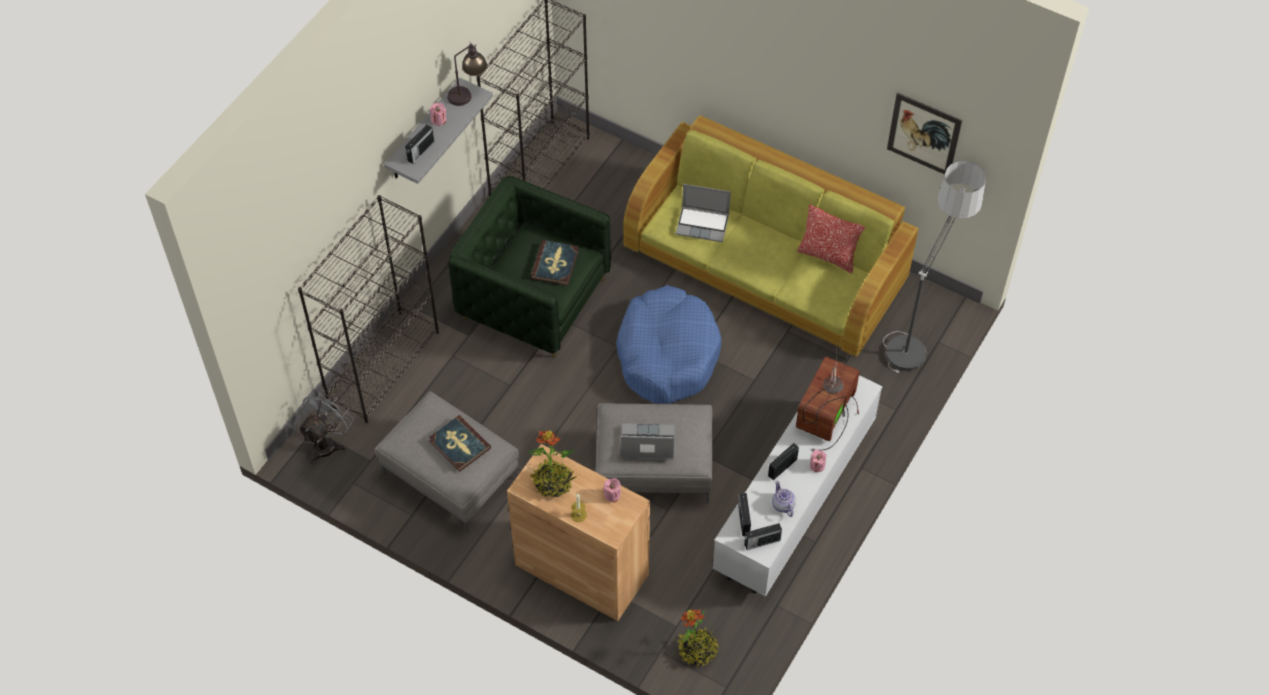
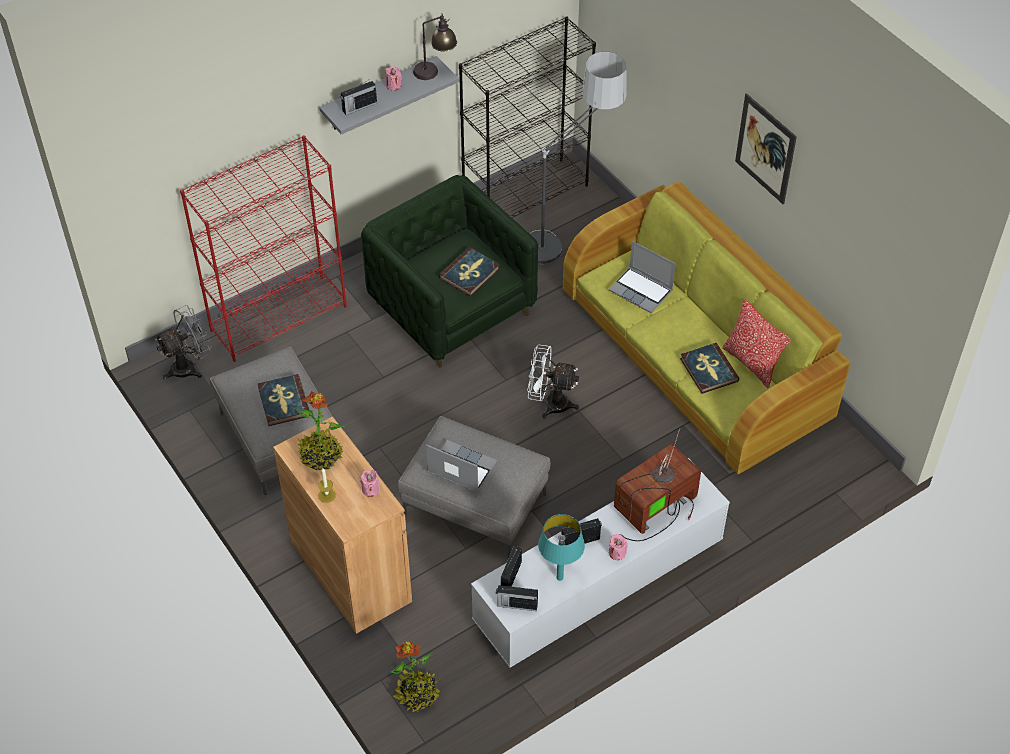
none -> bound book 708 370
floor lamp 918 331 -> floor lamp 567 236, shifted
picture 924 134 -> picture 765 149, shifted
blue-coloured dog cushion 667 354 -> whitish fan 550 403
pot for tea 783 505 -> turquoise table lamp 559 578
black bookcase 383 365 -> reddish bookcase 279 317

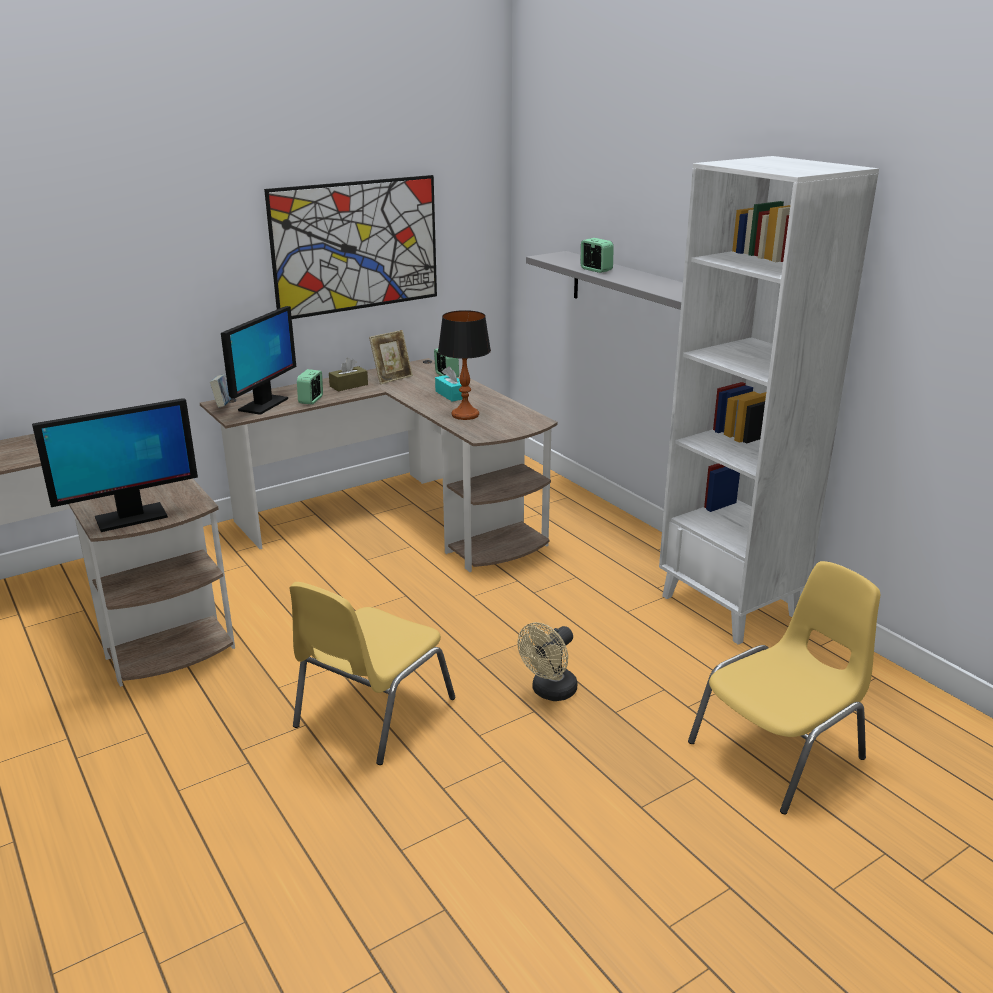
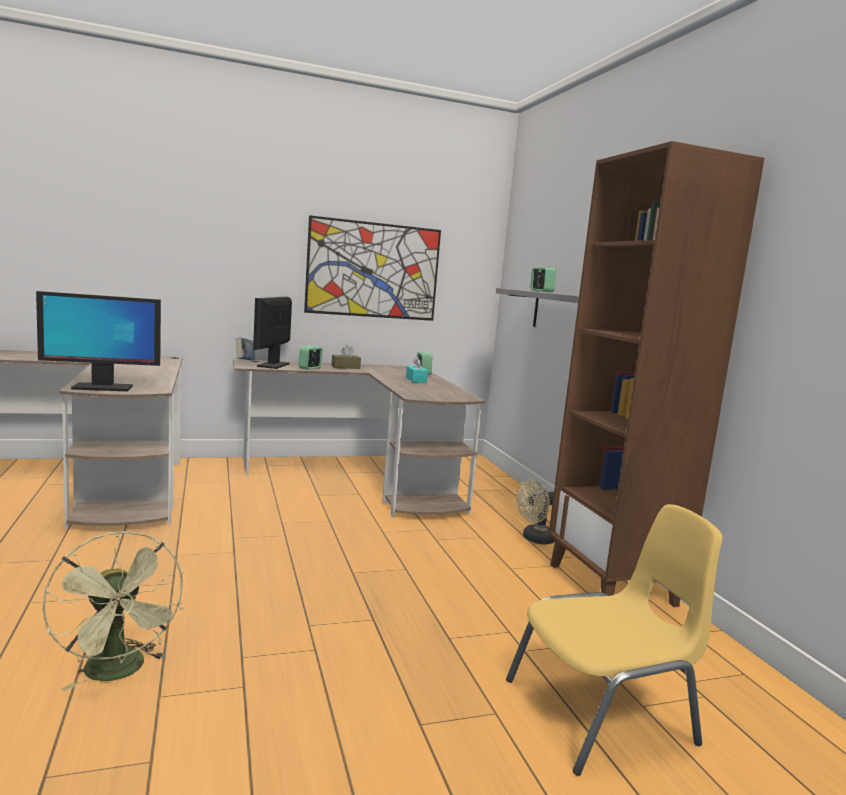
yellow-coloured upright chair 371 713 -> none
standing frame 392 378 -> none
table lamp 465 415 -> none
none -> green-coloured fan 119 672
sand-coloured fan 550 692 -> sand-coloured fan 535 539, shifted
whitish bookcase 731 606 -> brown-coloured bookcase 613 585
computer display 263 405 -> computer display 273 365, 150 degrees clockwise

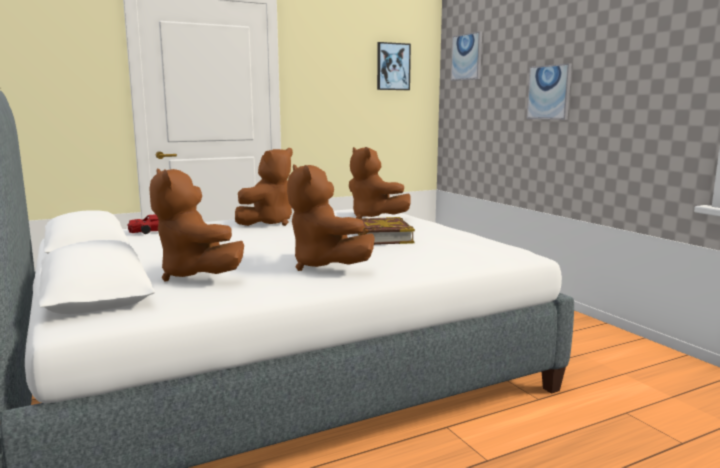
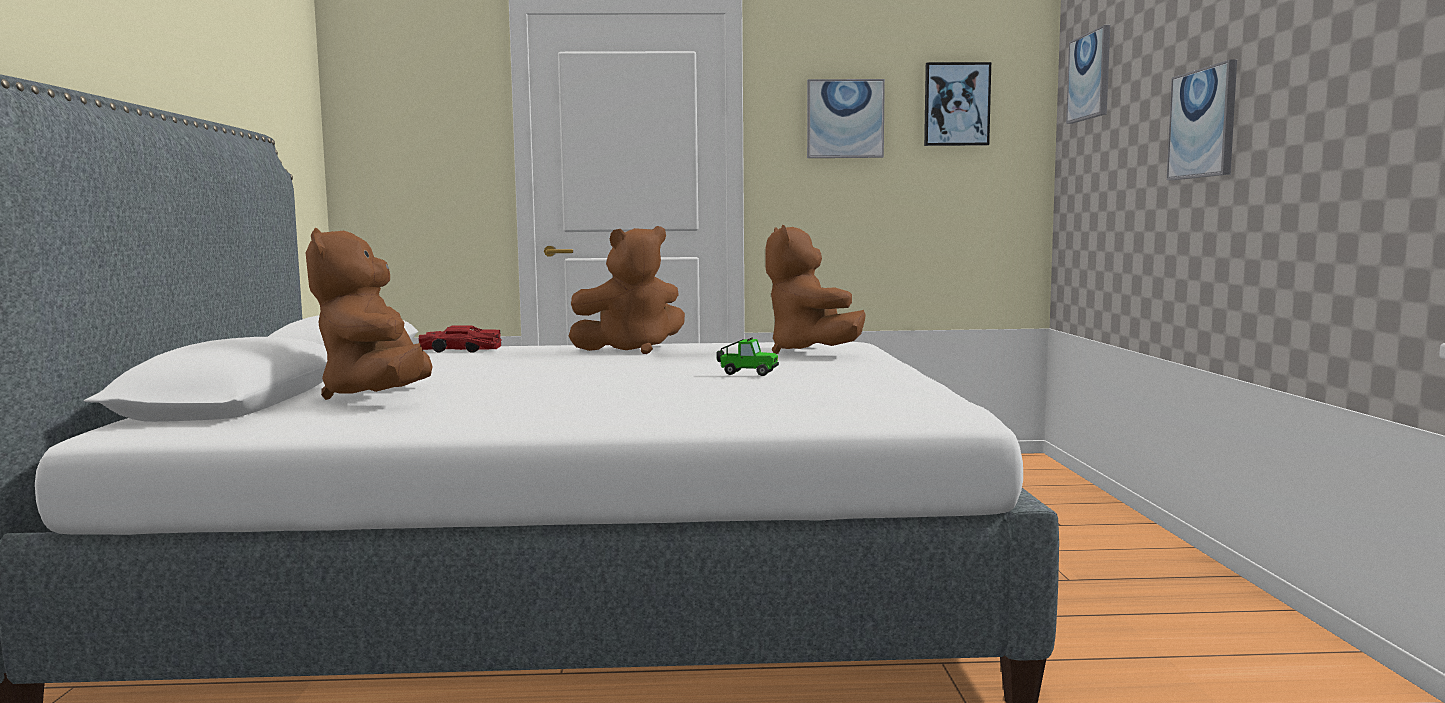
brown-coloured soft toy 325 266 -> none
none -> picture 845 119
bound book 381 237 -> miniature car 746 373

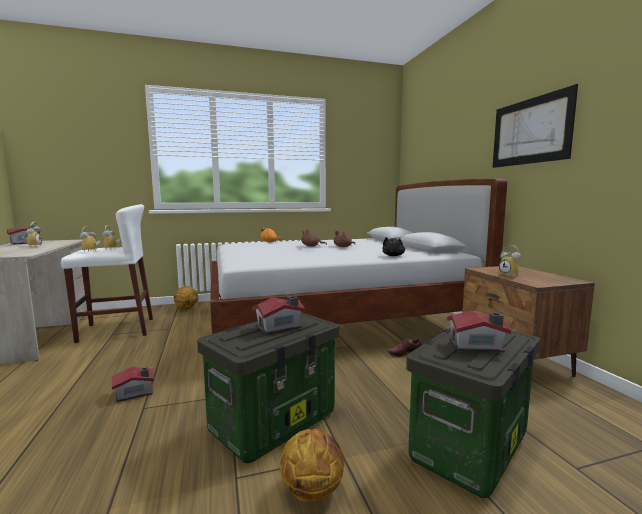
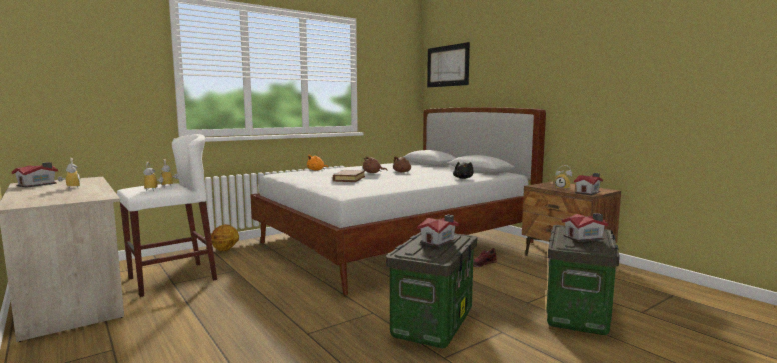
ball for basketball 312 490 -> none
none -> brown-coloured bound book 349 179
miniature house 135 393 -> miniature house 588 192, shifted
picture 530 131 -> picture 447 66, shifted

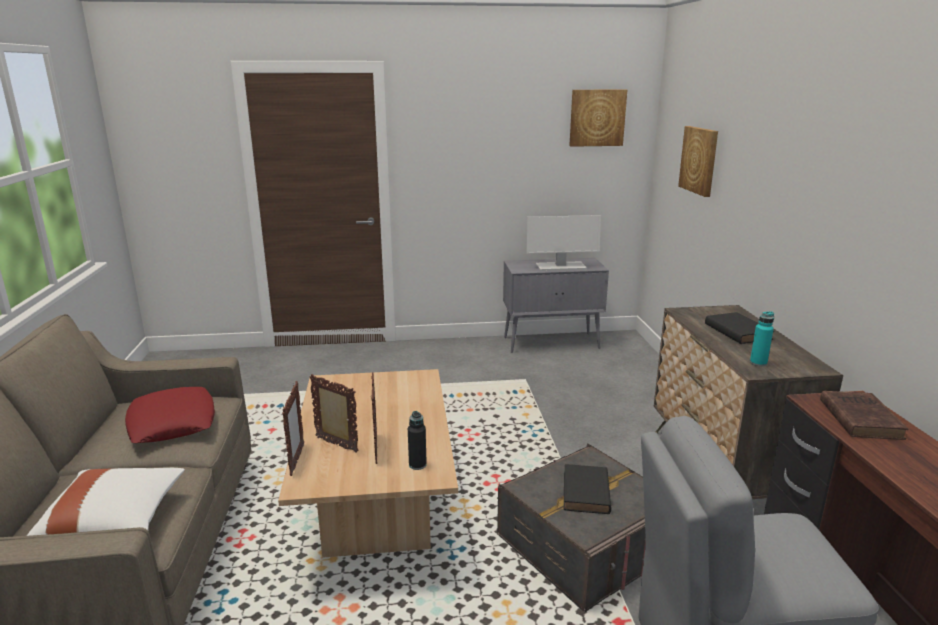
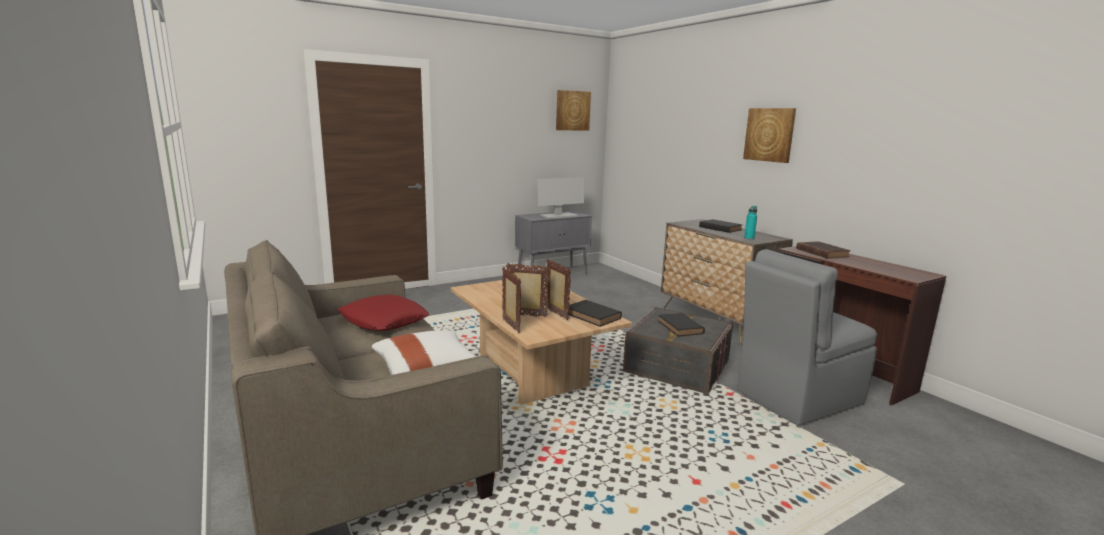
picture 699 160 -> picture 769 135, shifted
black bottle 417 465 -> black bound book 593 316

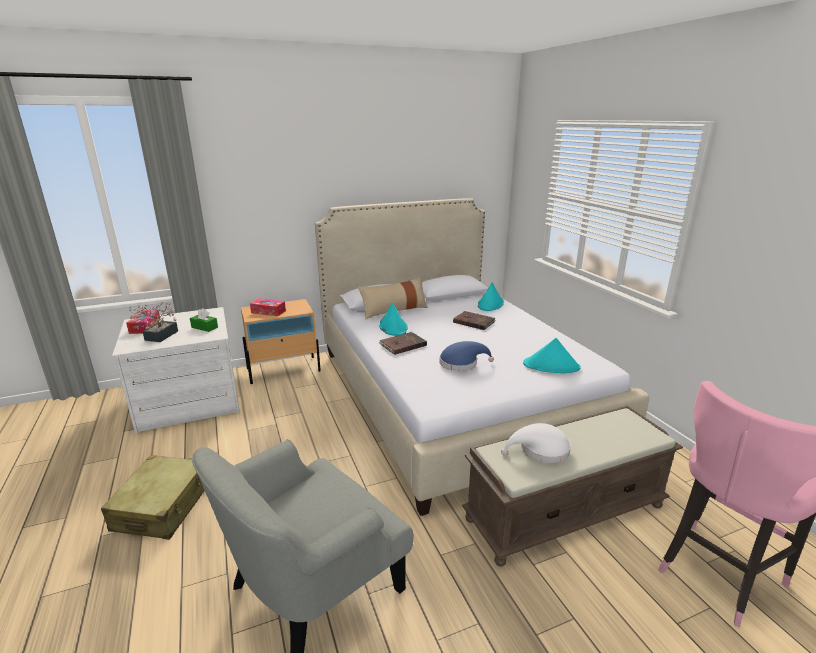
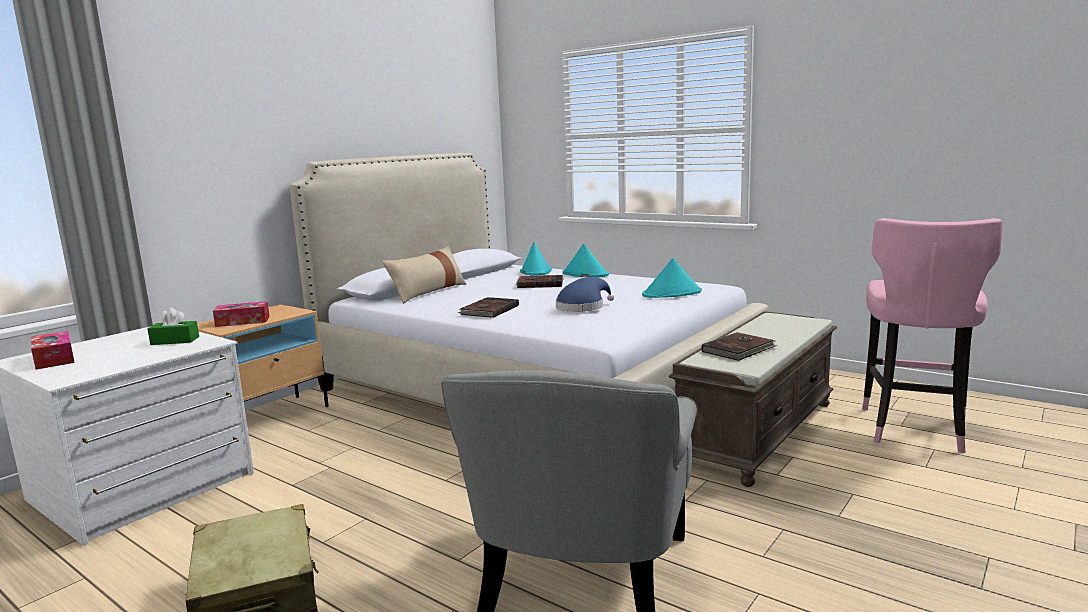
potted plant 158 337 -> none
turquoise clothing hat 393 327 -> turquoise clothing hat 585 274, shifted
whitish clothing hat 540 450 -> brown-coloured bound book 739 349

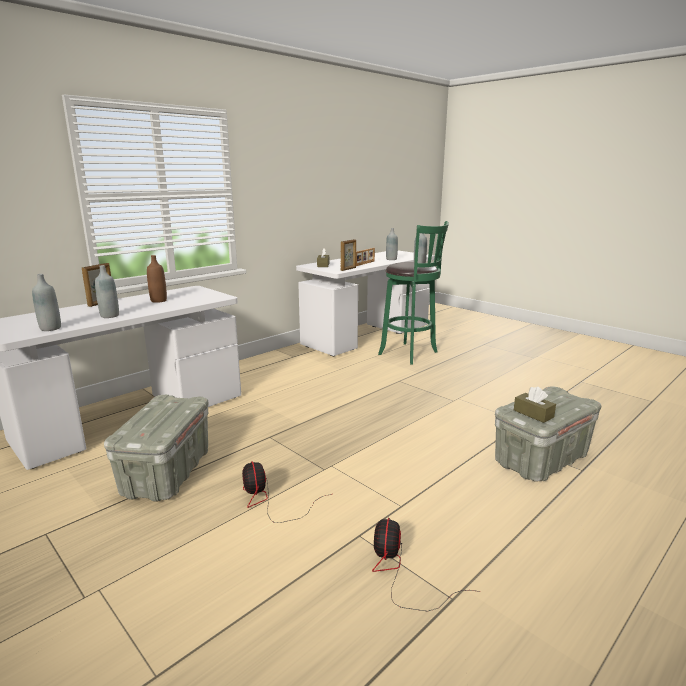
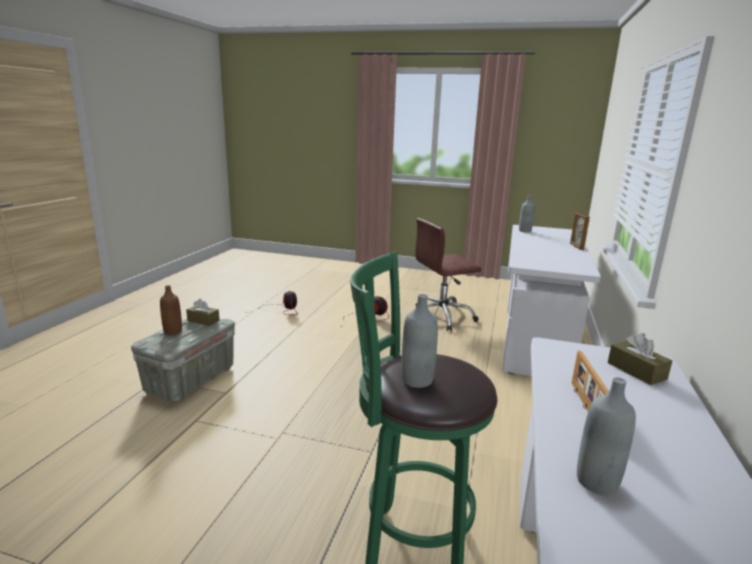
gray bottle 110 316 -> none
standing frame 348 269 -> none
brown-coloured bottle 158 300 -> brown-coloured bottle 173 331, shifted
gray storage container 167 473 -> brown-coloured desk chair 441 317

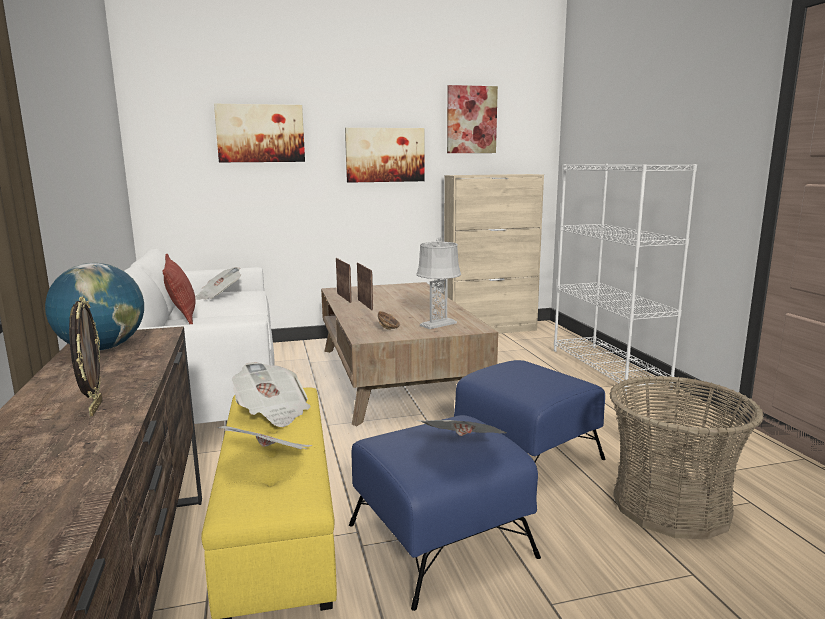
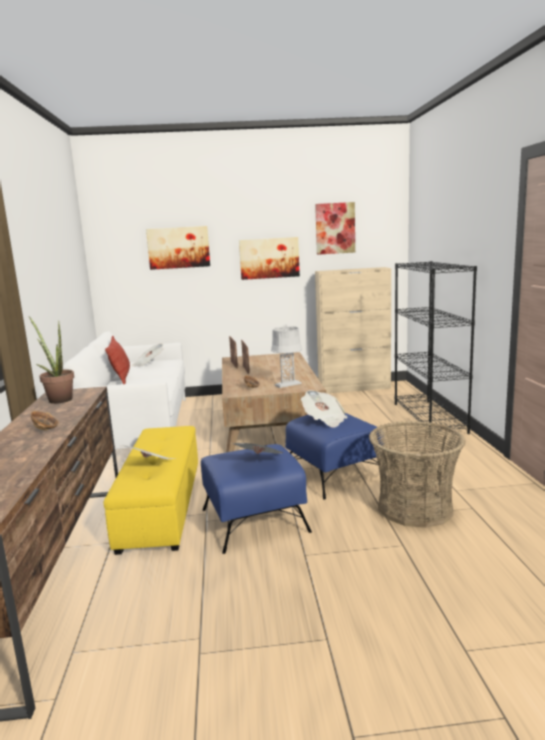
newspaper 272 412 -> newspaper 324 420, shifted
desk globe 102 348 -> potted plant 58 399
standing frame 94 408 -> serving bowl 46 429
whitish bookcase 608 368 -> black bookcase 429 418

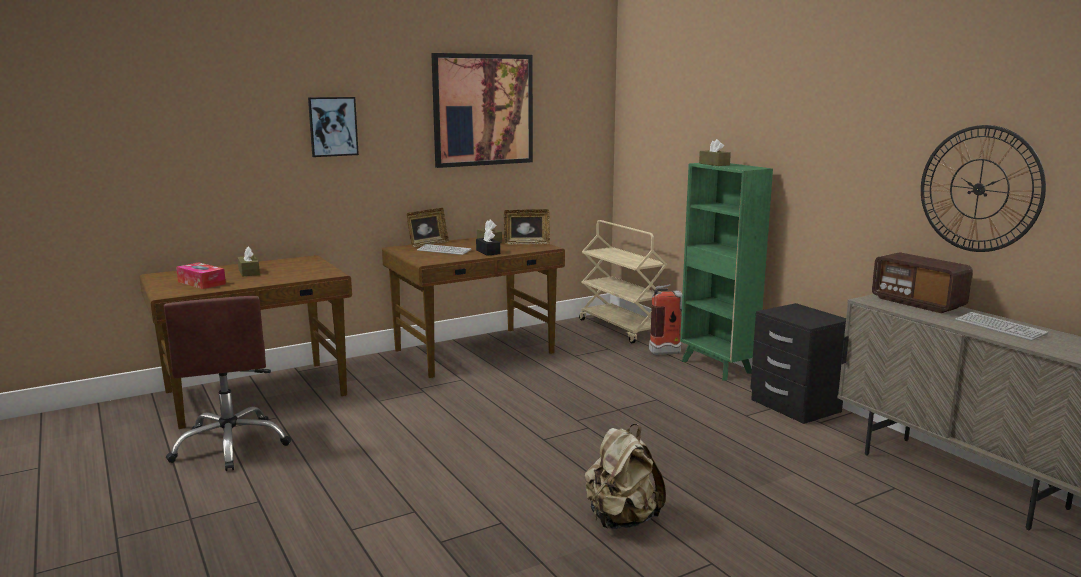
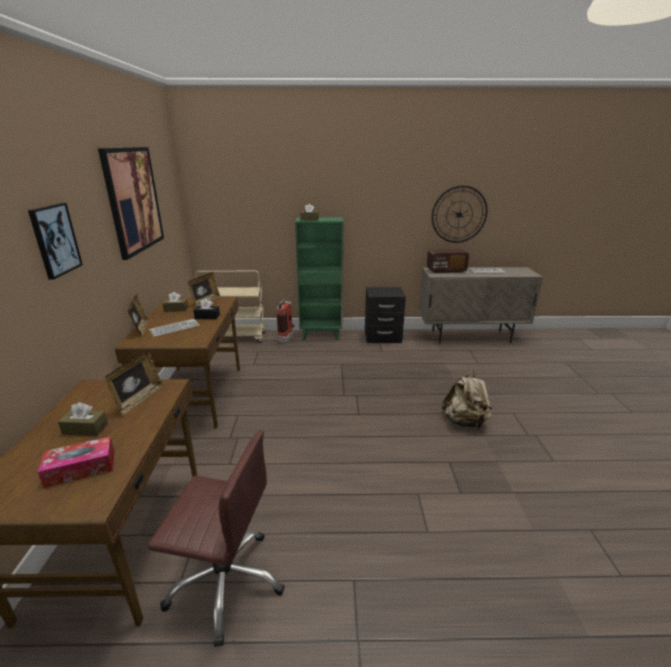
none -> standing frame 139 399

